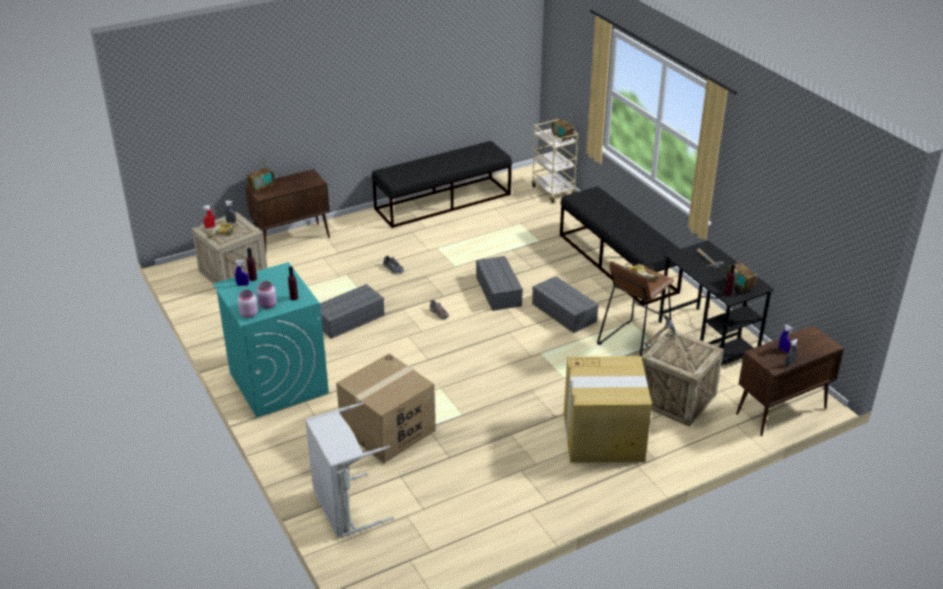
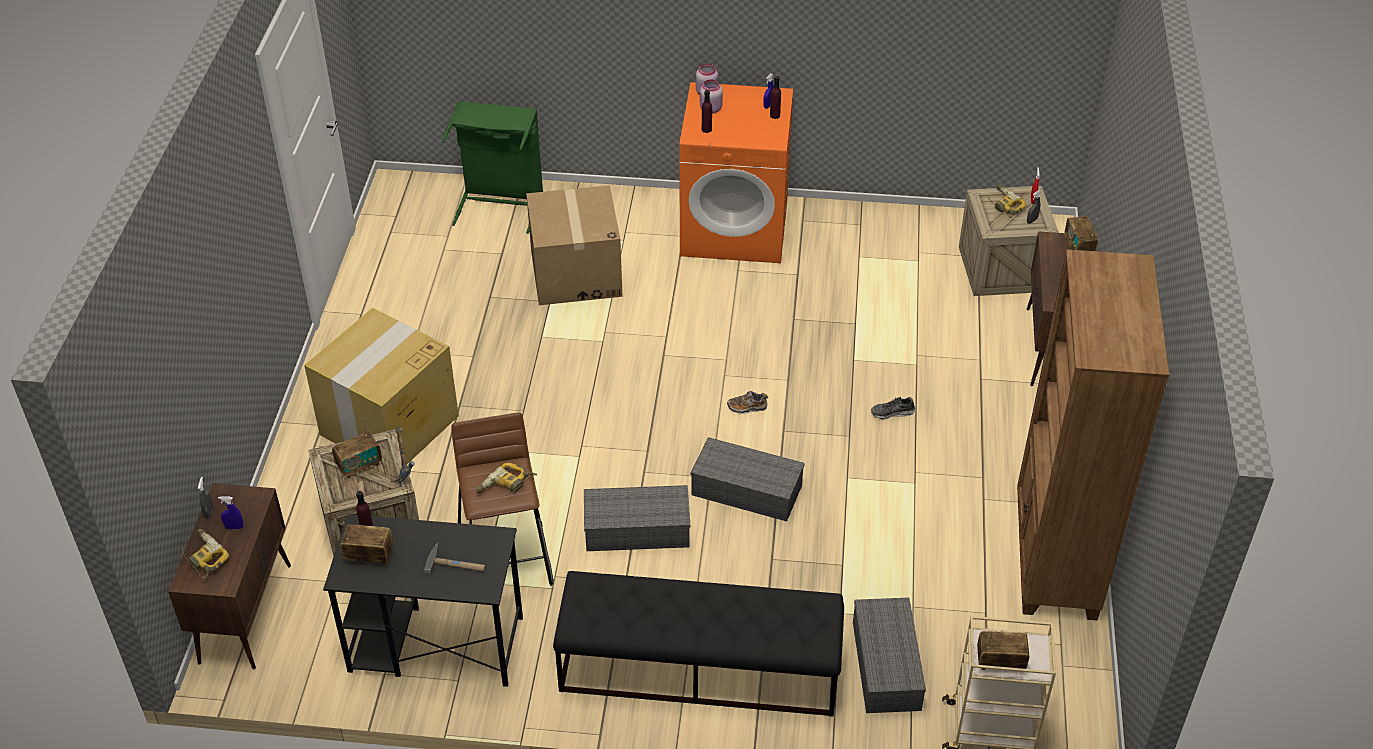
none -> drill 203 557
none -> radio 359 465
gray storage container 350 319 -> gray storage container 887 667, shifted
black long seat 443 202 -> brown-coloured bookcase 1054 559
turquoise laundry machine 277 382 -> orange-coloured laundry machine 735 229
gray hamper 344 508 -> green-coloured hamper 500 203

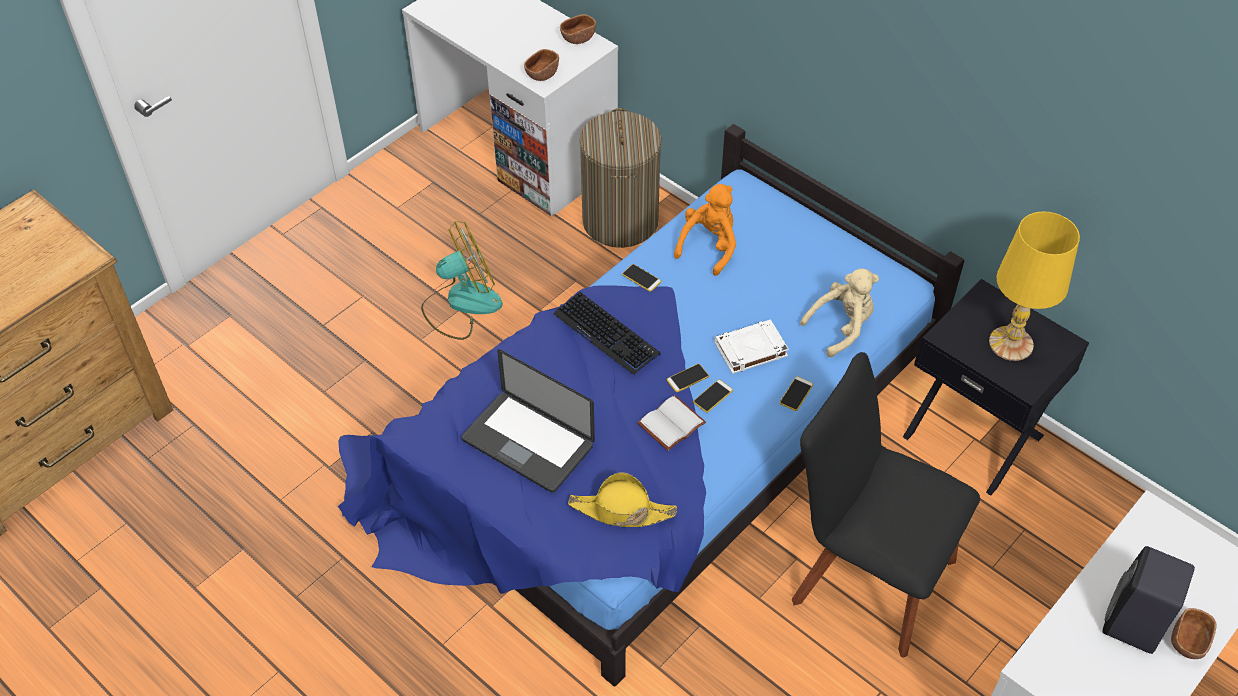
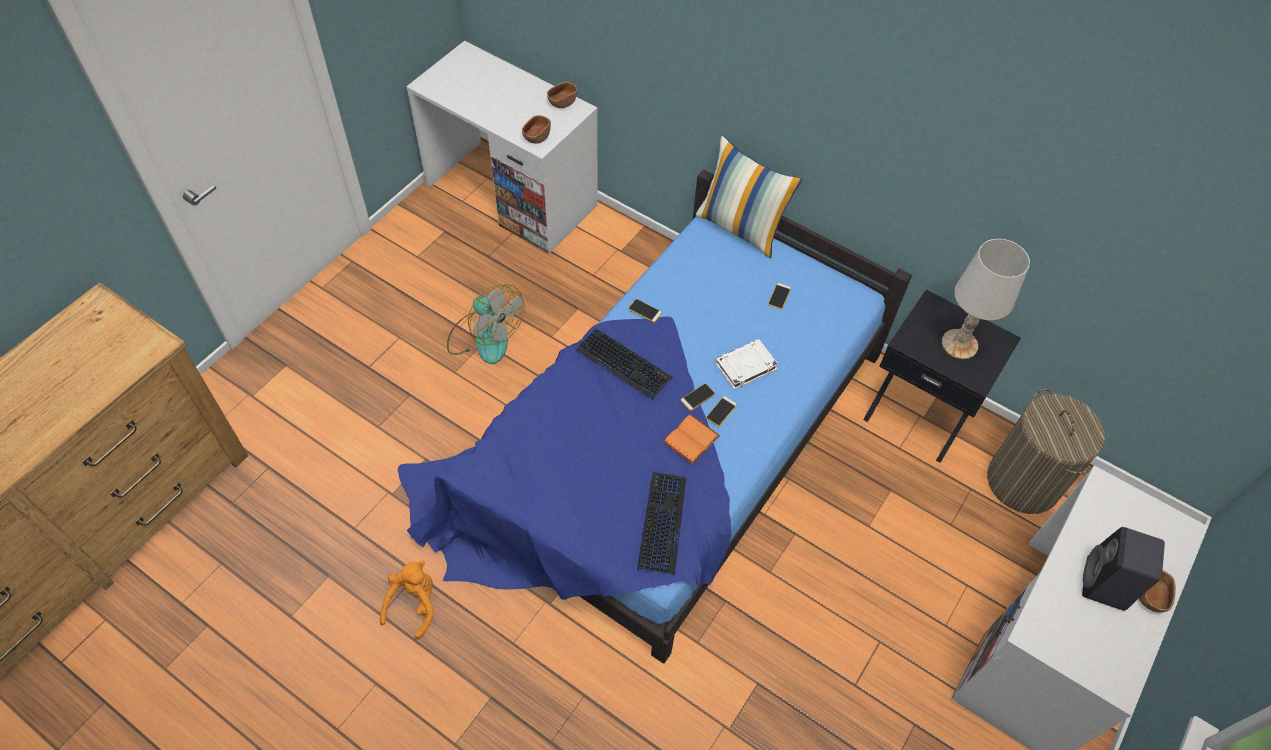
notebook computer 528 443 -> none
black upright chair 866 575 -> none
sand-coloured soft toy 841 327 -> none
none -> pillow 741 228
hamper 620 221 -> hamper 1023 482, shifted
orange-coloured soft toy 709 246 -> orange-coloured soft toy 414 604, shifted
telephone 796 394 -> telephone 779 296, shifted
yellow-coloured clothing hat 621 511 -> computer keyboard 662 523
whitish bound book 672 425 -> orange-coloured bound book 691 441
yellow-coloured table lamp 1011 343 -> whitish table lamp 959 344
fan 461 304 -> fan 484 337, 75 degrees clockwise

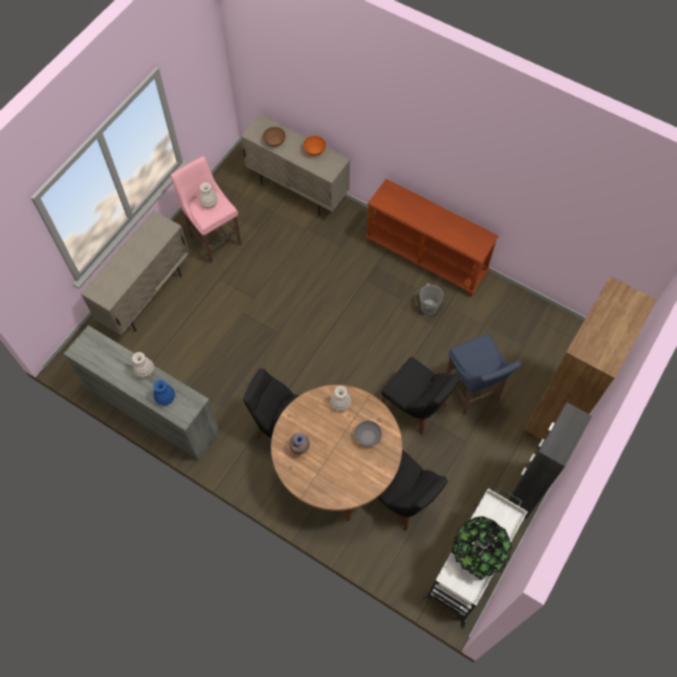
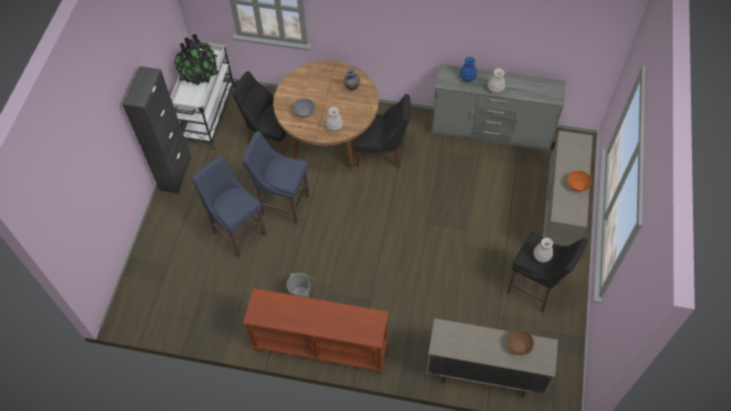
brown-coloured bookcase 559 411 -> none
orange-coloured serving bowl 314 150 -> orange-coloured serving bowl 577 185, shifted
black upright chair 416 407 -> blue-coloured stool seat 283 204
pinkish stool seat 214 238 -> black stool seat 535 289

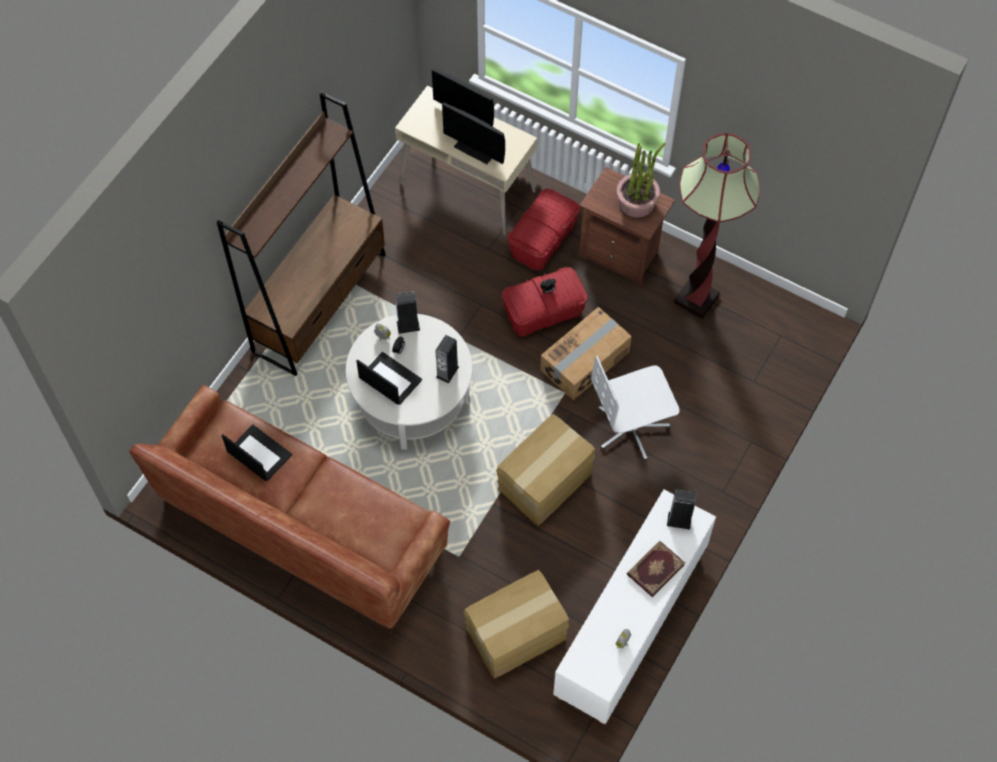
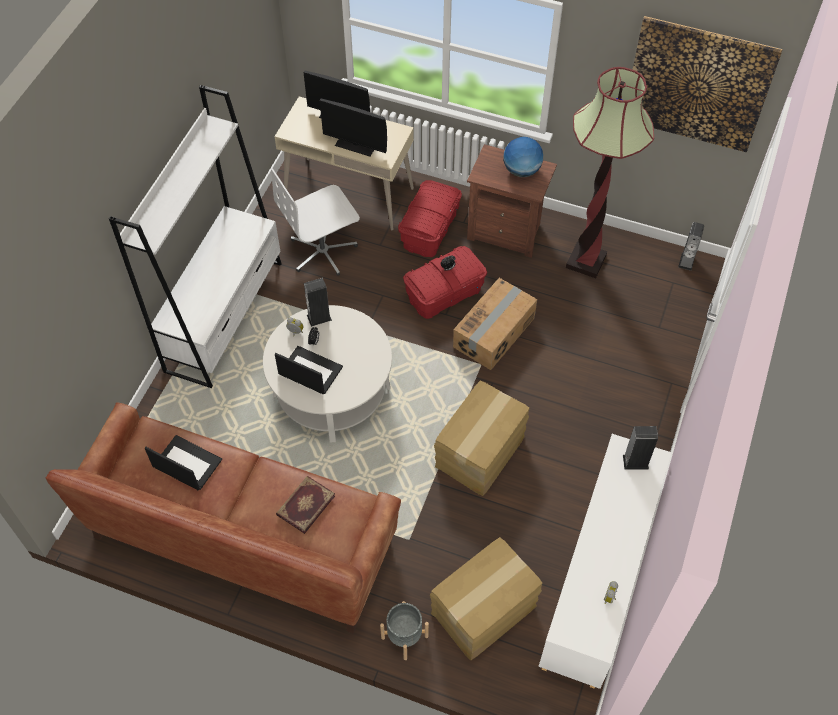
none -> gray planter 405 637
none -> picture 698 84
loudspeaker 447 371 -> loudspeaker 686 261, shifted
whitish desk chair 631 428 -> whitish desk chair 323 251, shifted
bound book 654 569 -> bound book 305 505, shifted
potted plant 637 202 -> desk globe 521 170
brown-coloured bookcase 320 302 -> whitish bookcase 225 316

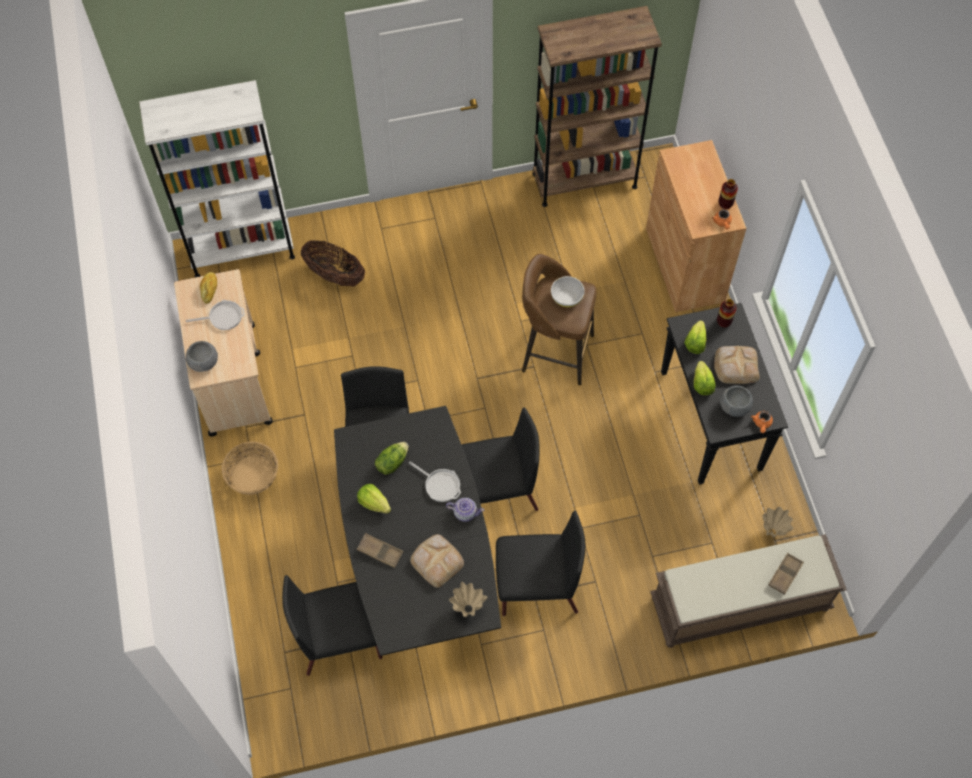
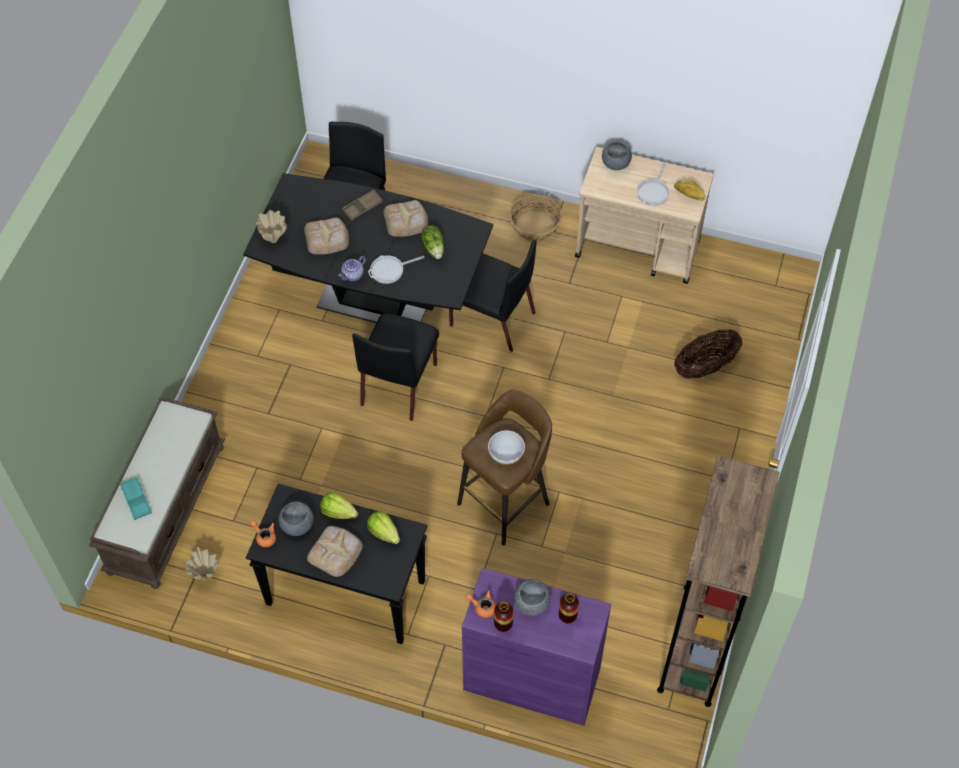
whitish bookcase 242 250 -> none
black upright chair 536 587 -> none
none -> gray serving bowl 532 603
decorative vase 724 322 -> decorative vase 567 616, shifted
lettuce 374 503 -> bakery bread 406 221
brown-coloured cabinet 684 264 -> purplish cabinet 532 679
brown-coloured tray 785 574 -> turquoise tray 136 500

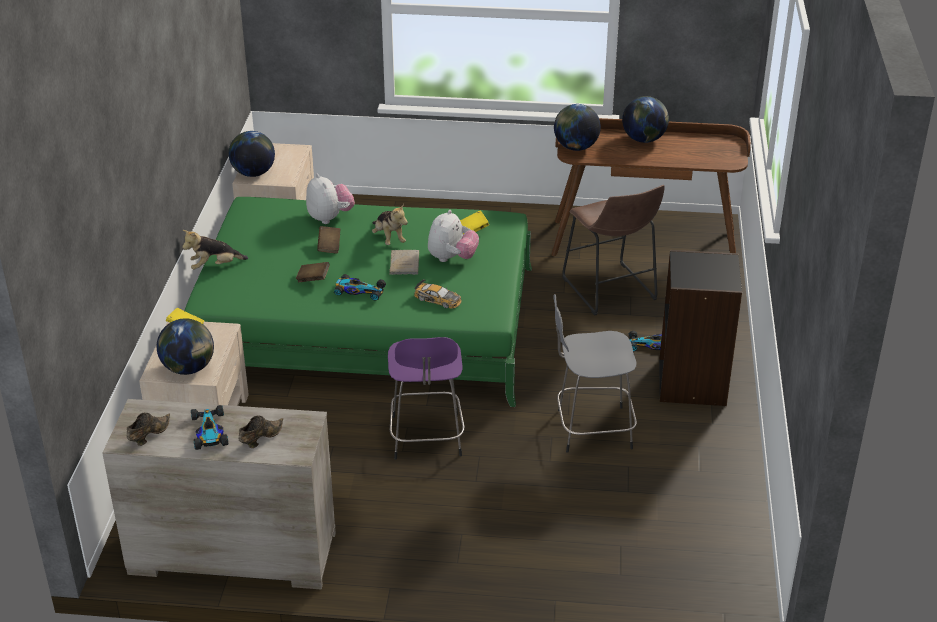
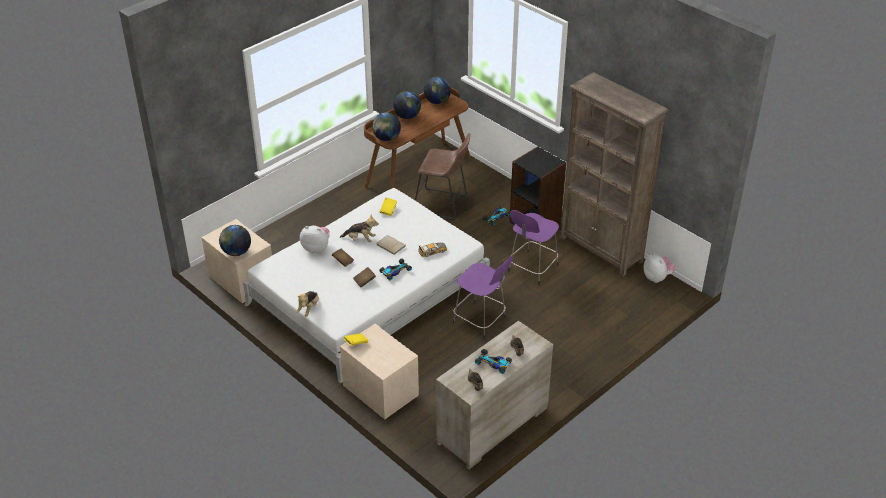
none -> brown-coloured bookcase 601 250
desk globe 189 368 -> desk globe 437 101, shifted
soft toy 452 258 -> soft toy 657 278, shifted
green-coloured sleeping bed 366 323 -> whitish sleeping bed 369 293
gray stool seat 591 429 -> purplish stool seat 532 269

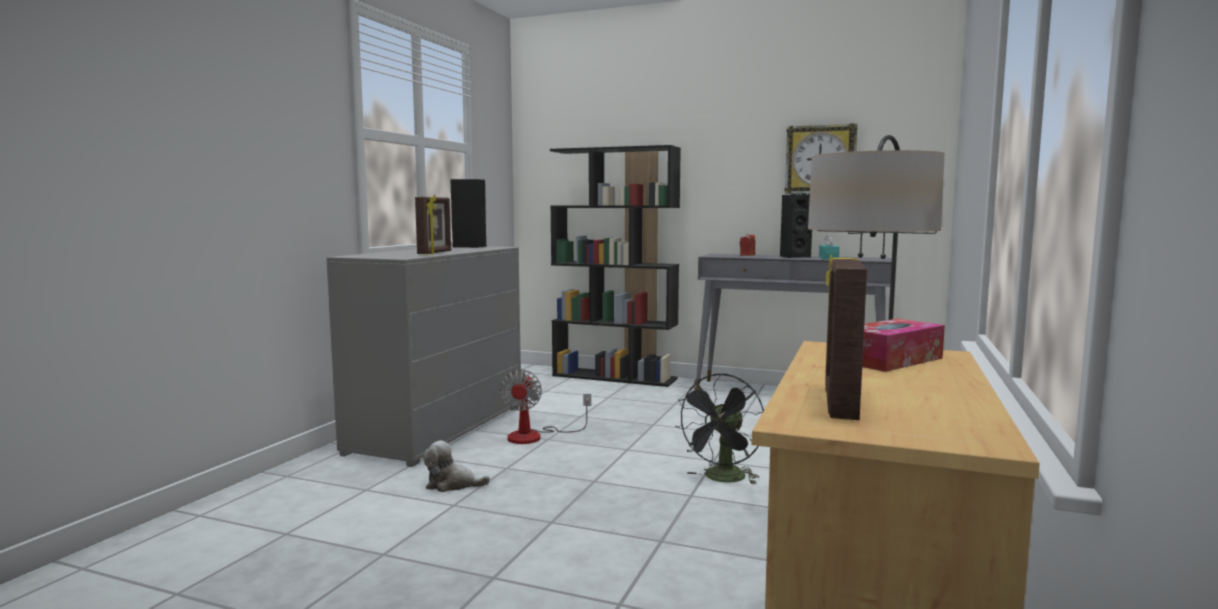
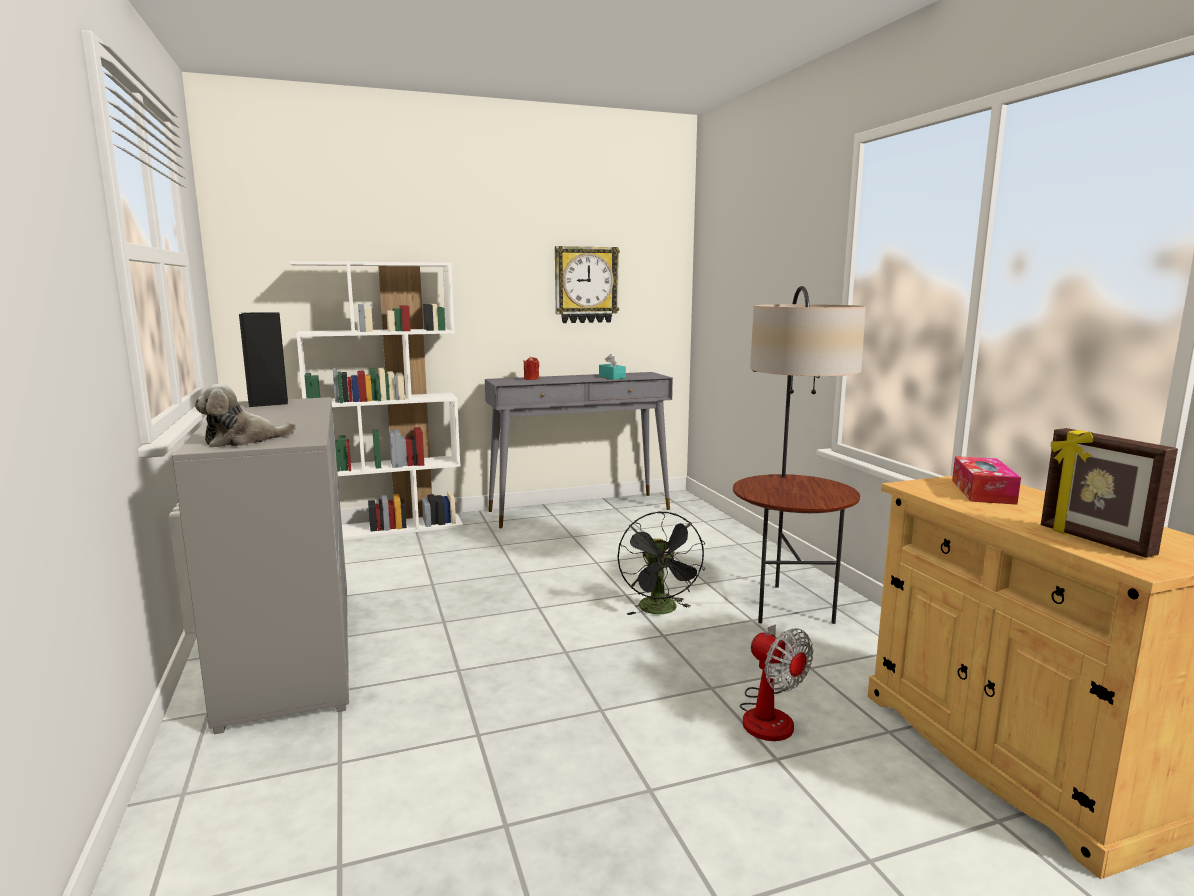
standing frame 435 253 -> none
black loudspeaker 794 256 -> none
soft toy 452 484 -> soft toy 243 441, shifted
fan 535 436 -> fan 769 714, shifted
black bookcase 615 377 -> whitish bookcase 391 528

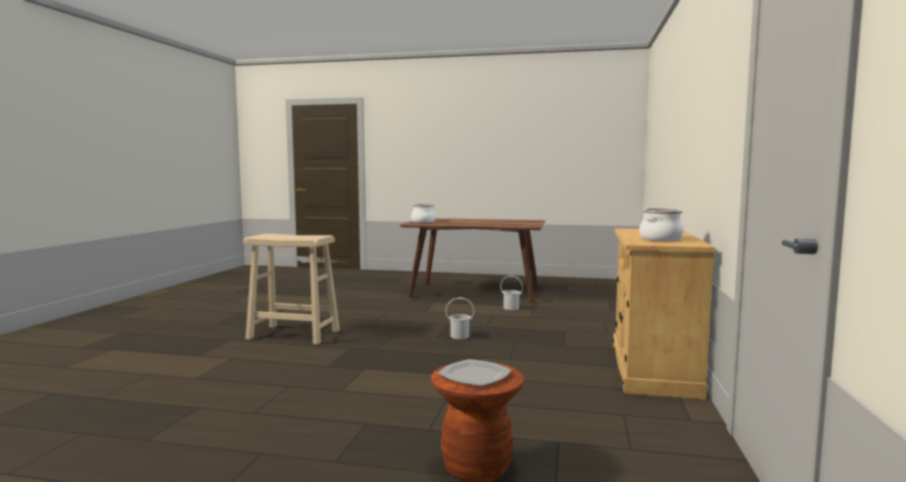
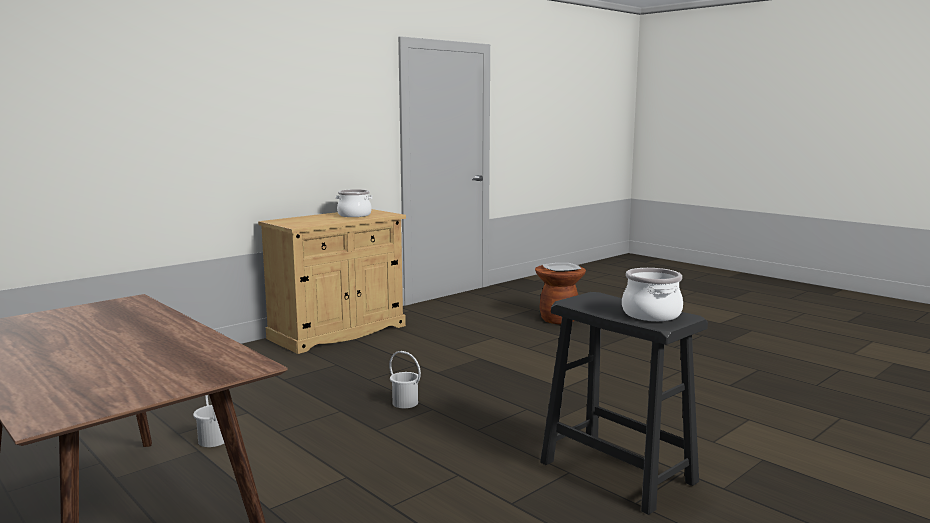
stockpot 423 221 -> stockpot 650 314, shifted
sand-coloured stool seat 294 334 -> black stool seat 616 471

